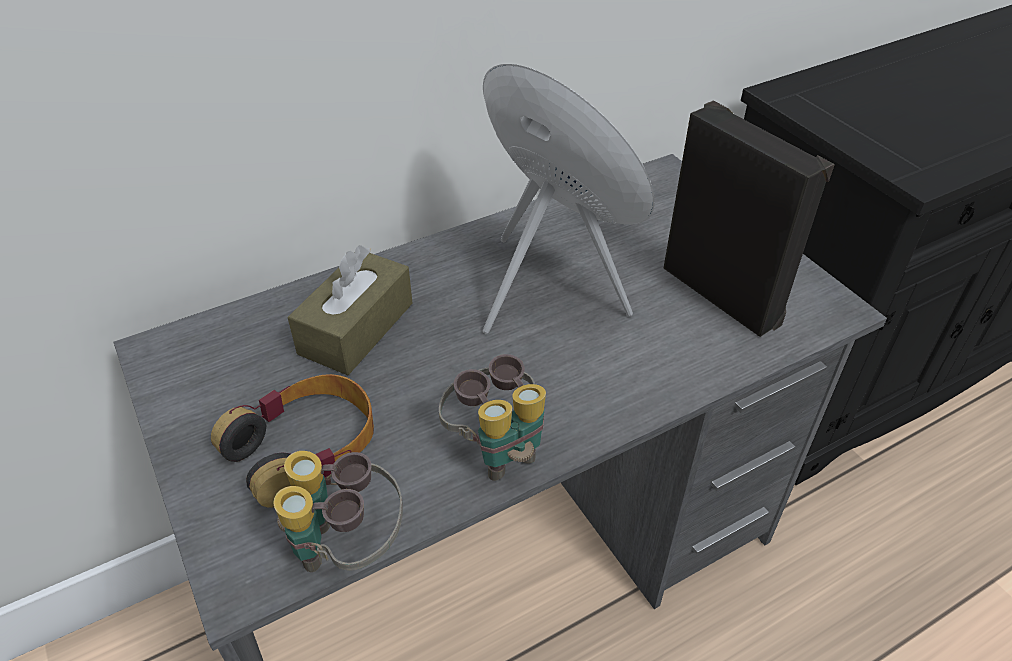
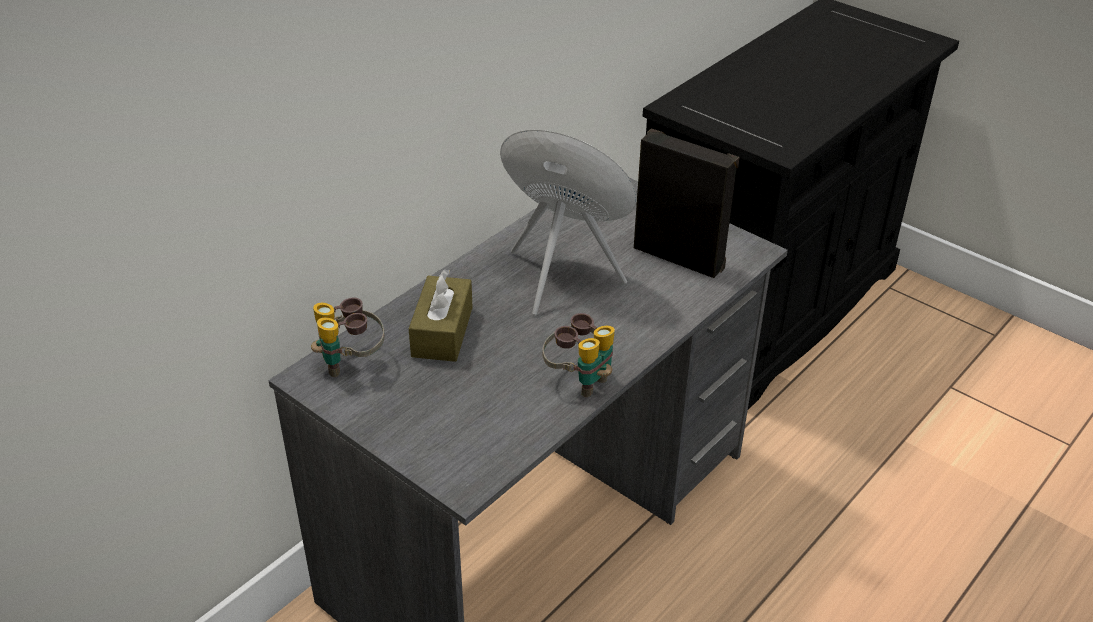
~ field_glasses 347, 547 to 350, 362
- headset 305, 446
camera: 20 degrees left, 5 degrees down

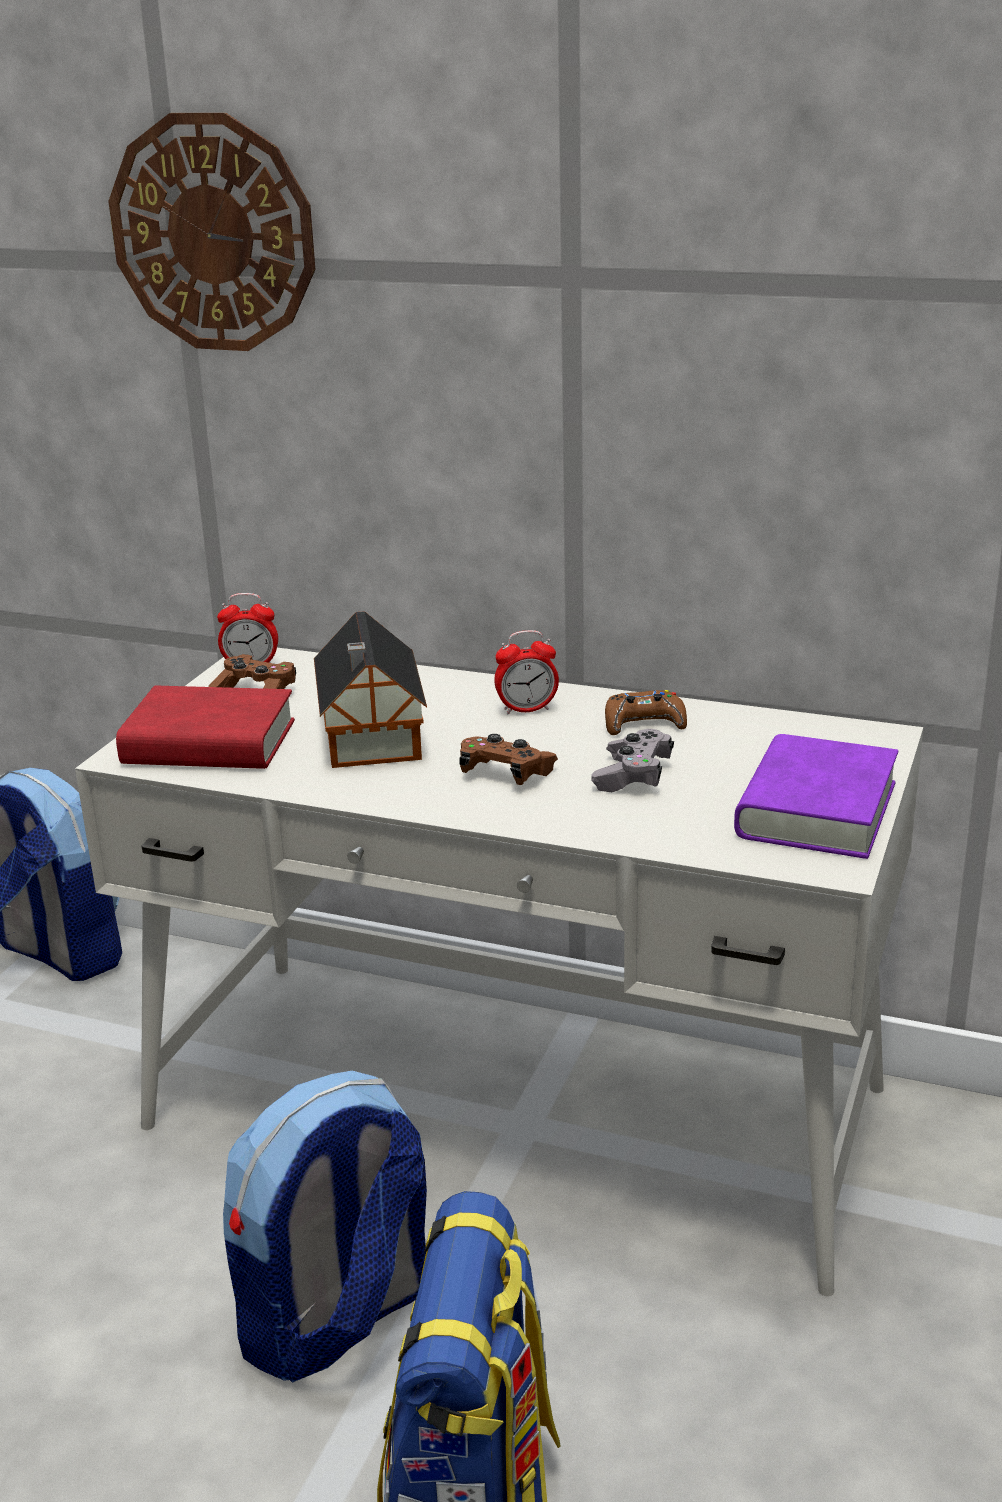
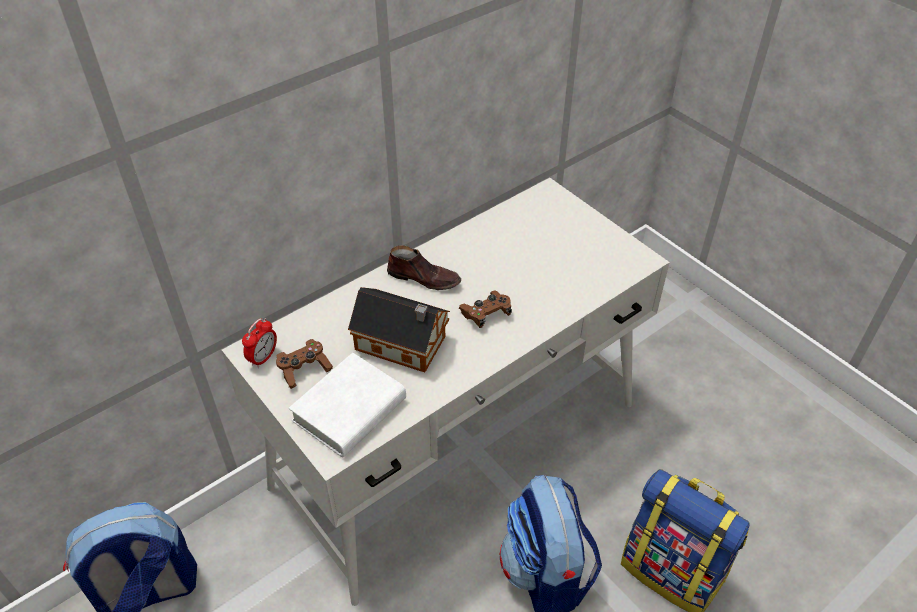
~ red_book 209, 743 to white-coloured_book 349, 410
~ table_clock 527, 709 to brown-coloured_low_shoe 424, 278
- wall_clock 213, 234
- gray_joypad 633, 776
- brown-coloured_joypad 643, 723
- purple-coloured_book 816, 810
camera: 60 degrees left, 20 degrees up

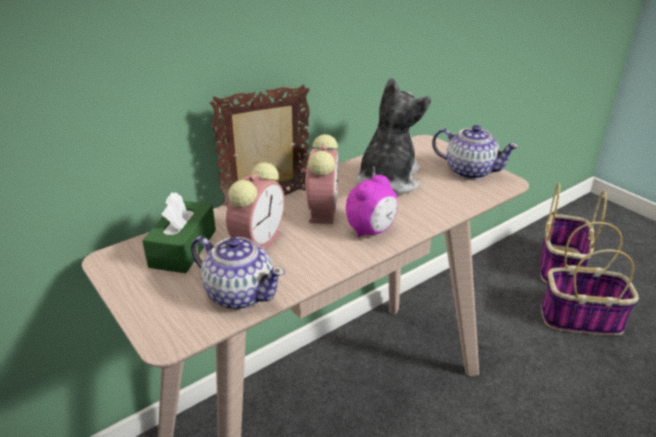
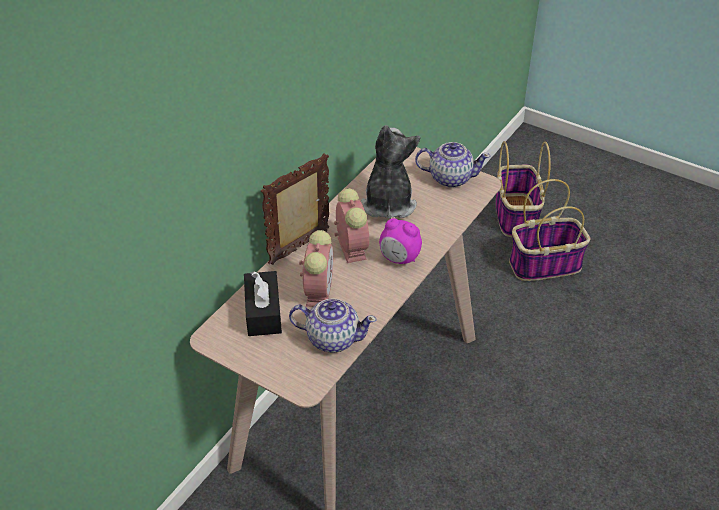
~ green_tissue_box 183, 248 to black_tissue_box 263, 312
~ table_clock 371, 231 = 399, 259 90 degrees clockwise
camera: 20 degrees left, 10 degrees up

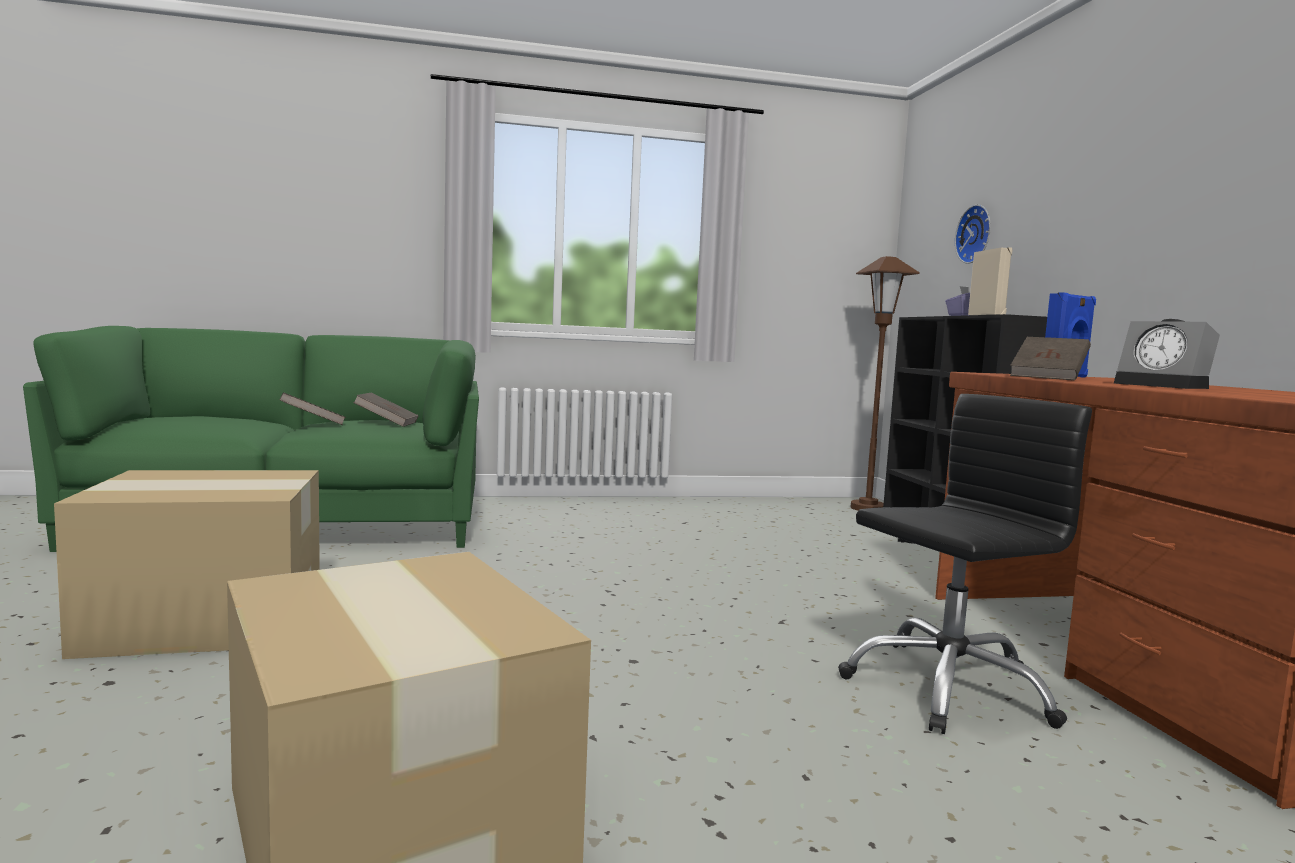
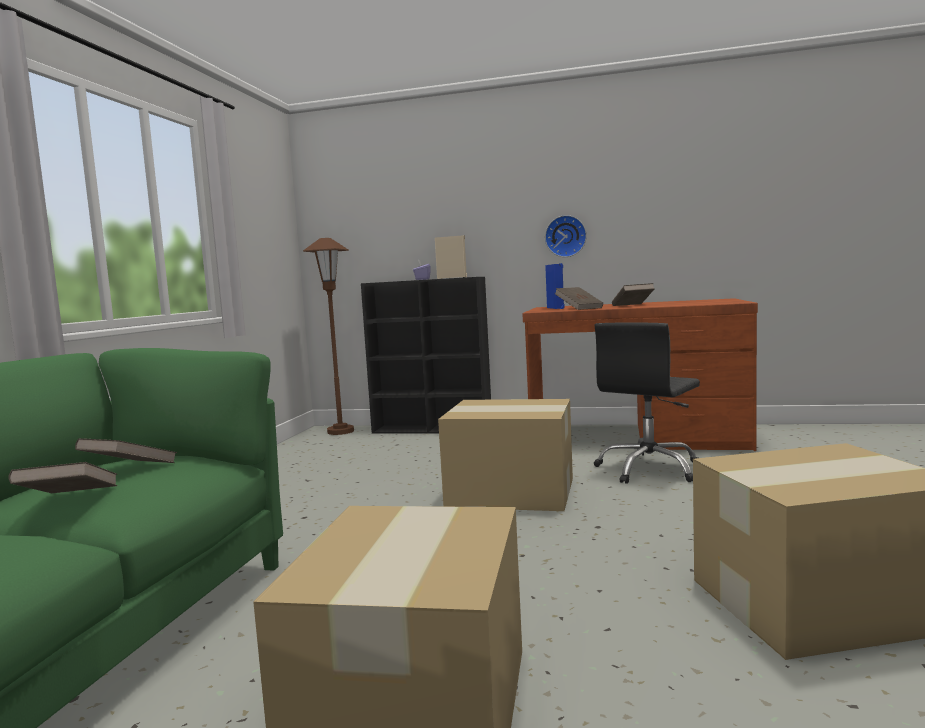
+ carton 509, 492
~ wall_clock 976, 234 to 565, 236
~ black_office_chair 947, 687 = 649, 469 135 degrees counterclockwise
~ table_clock 1165, 386 to brown-coloured_book 632, 305
camera: 65 degrees left, 0 degrees up

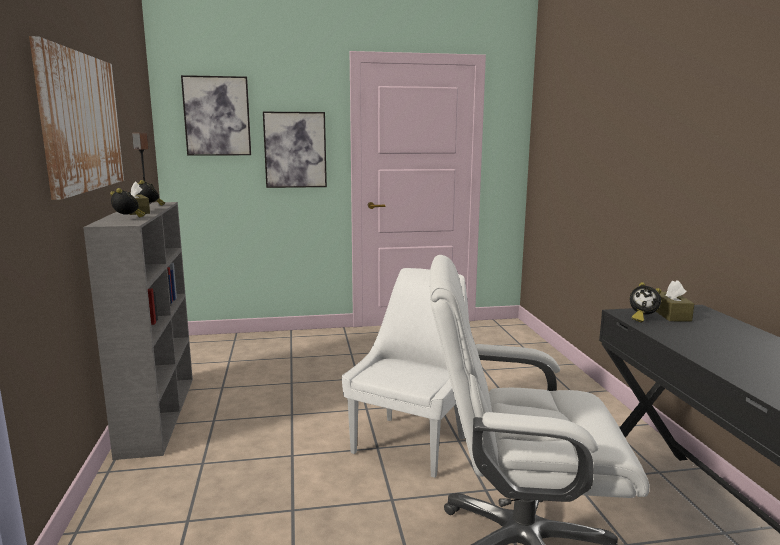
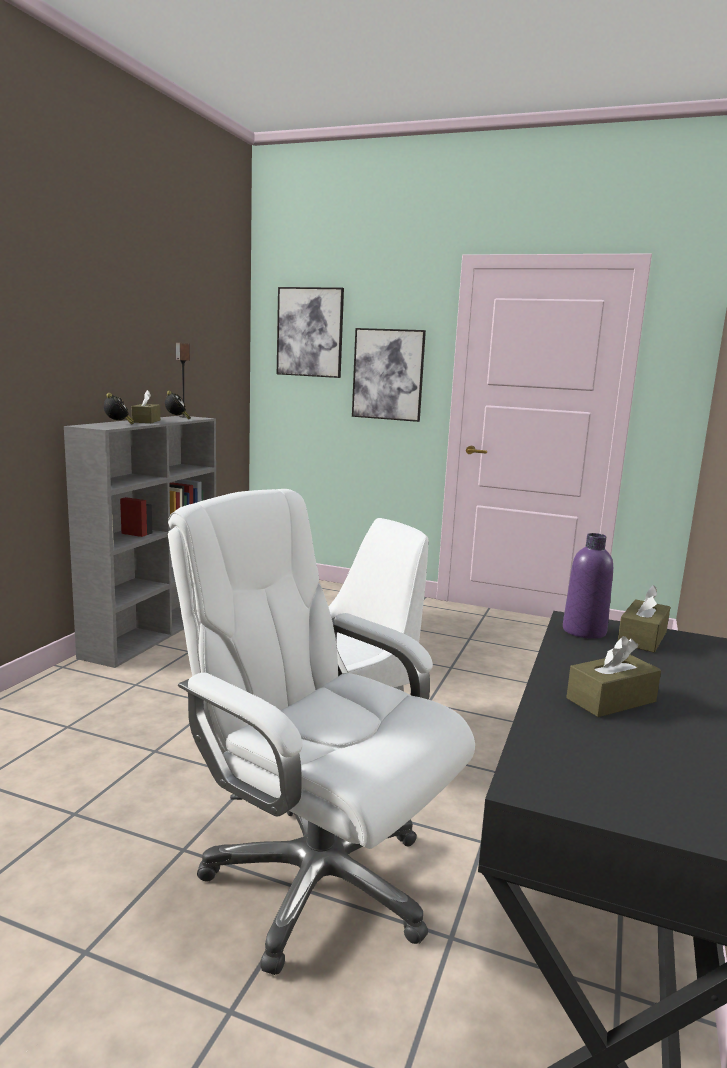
~ table_clock 641, 318 to purple-coloured_bottle 584, 631
+ brown-coloured_tissue_box 611, 700
- picture 81, 122
camera: 30 degrees right, 0 degrees up

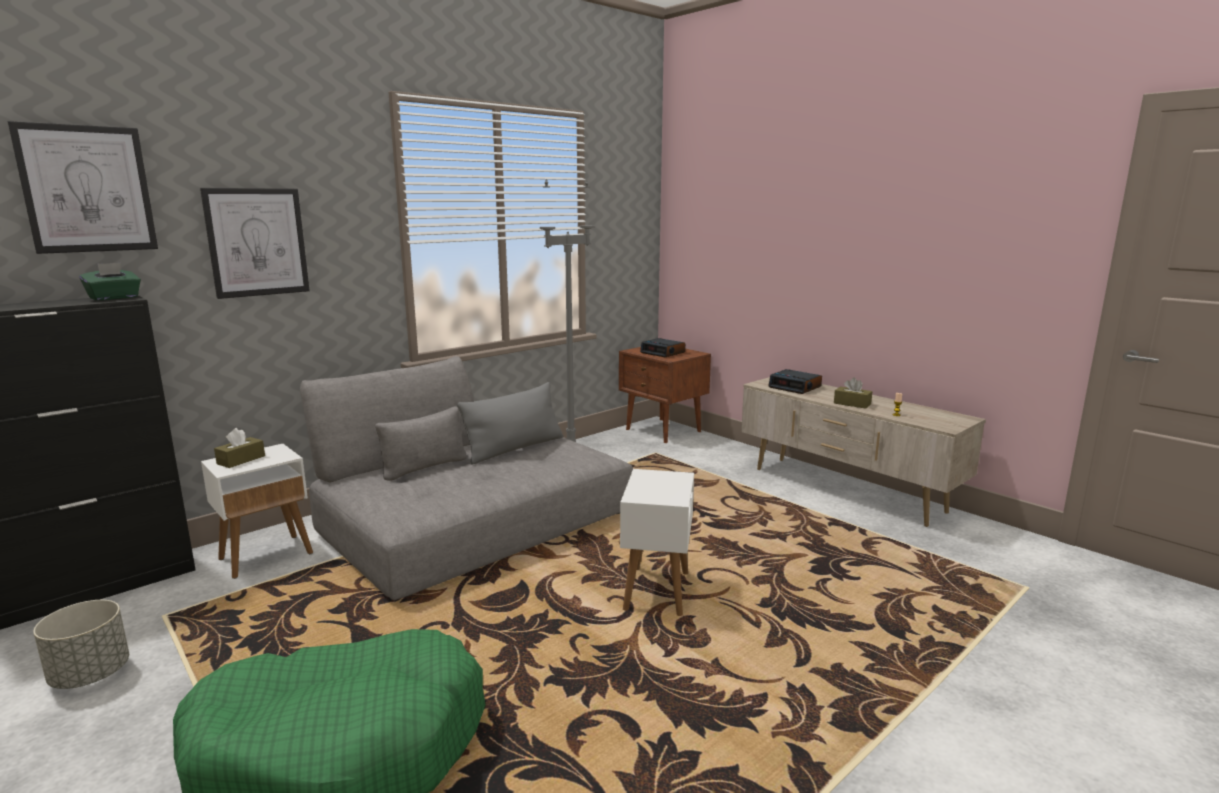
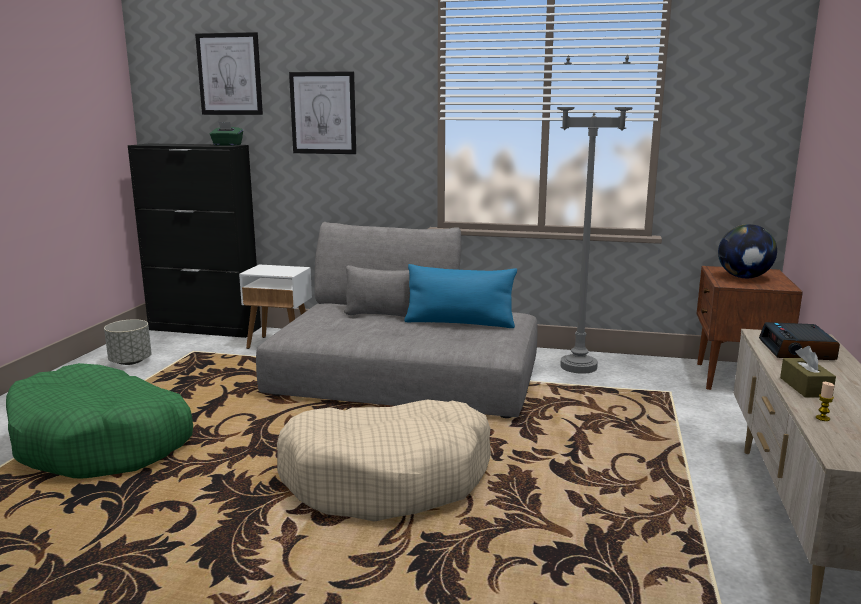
~ white-coloured_end_table 656, 592 to beige-coloured_dog_bed 388, 478
~ gray_cushion 515, 448 to blue-coloured_cushion 459, 323
~ table_clock 663, 352 to desk_globe 744, 277
- brown-coloured_tissue_box 241, 460
camera: 55 degrees right, 0 degrees up

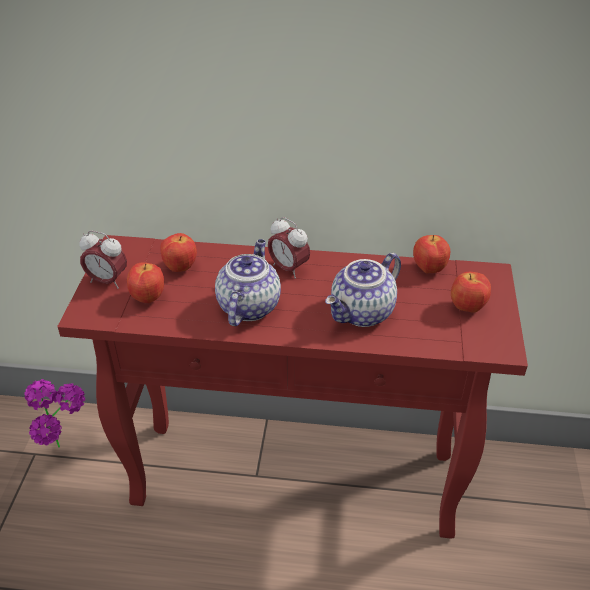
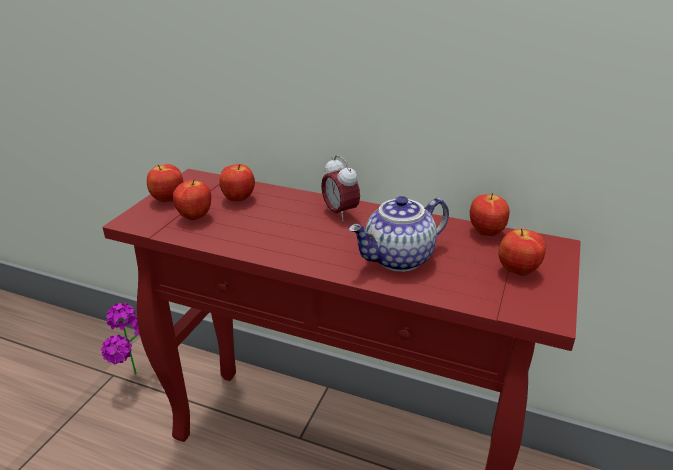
~ table_clock 107, 281 to apple_fruit 168, 200
- tea_pot 248, 306
camera: 15 degrees right, 10 degrees down

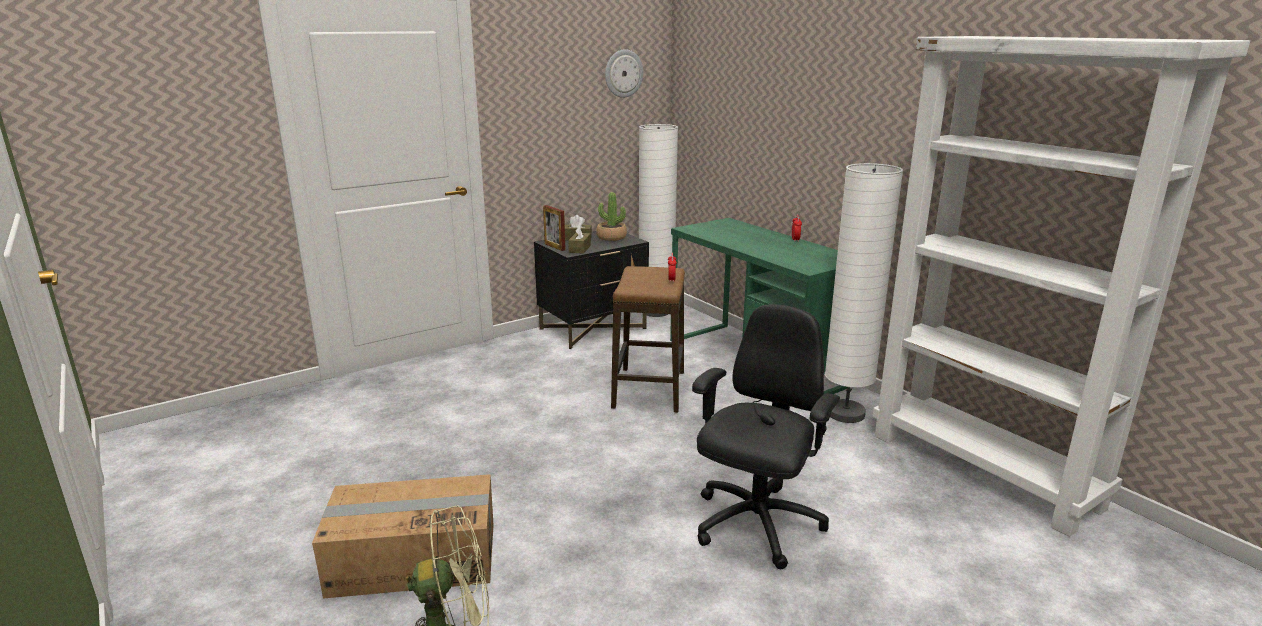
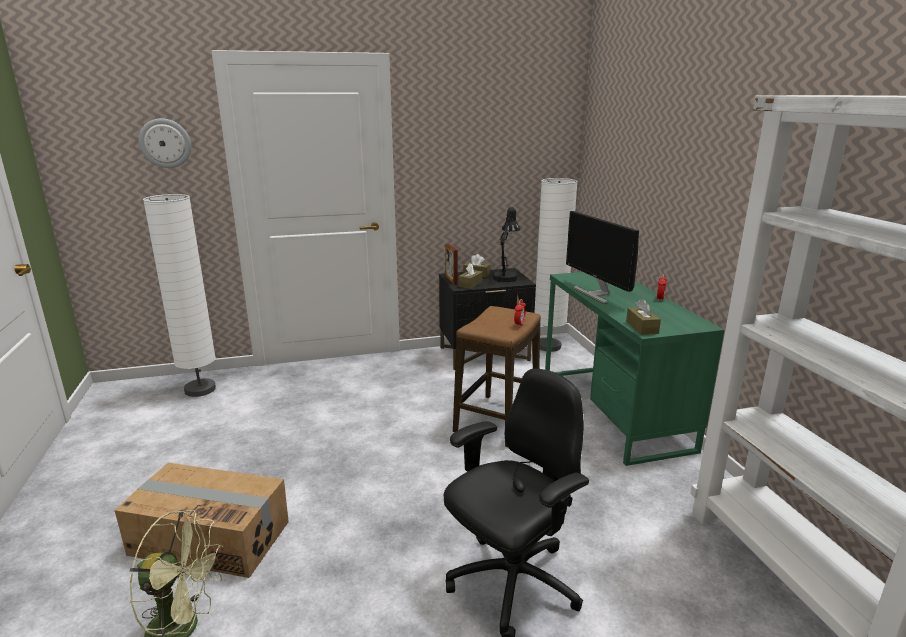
~ wall_clock 623, 73 to 165, 143
~ white-coloured_floor_lamp 845, 413 to 200, 389
~ houseplant 611, 237 to black_lamp_for_a_table 506, 276
+ computer_screen 596, 294
+ brown-coloured_tissue_box 642, 327
camera: 20 degrees right, 0 degrees up

